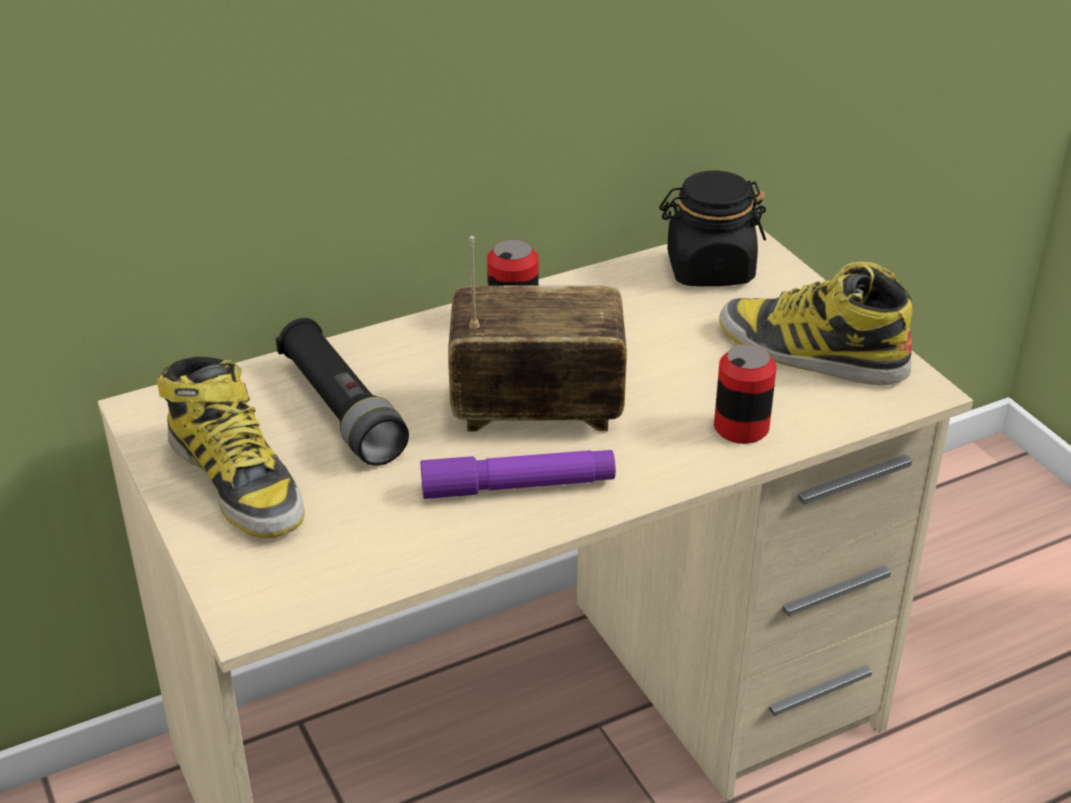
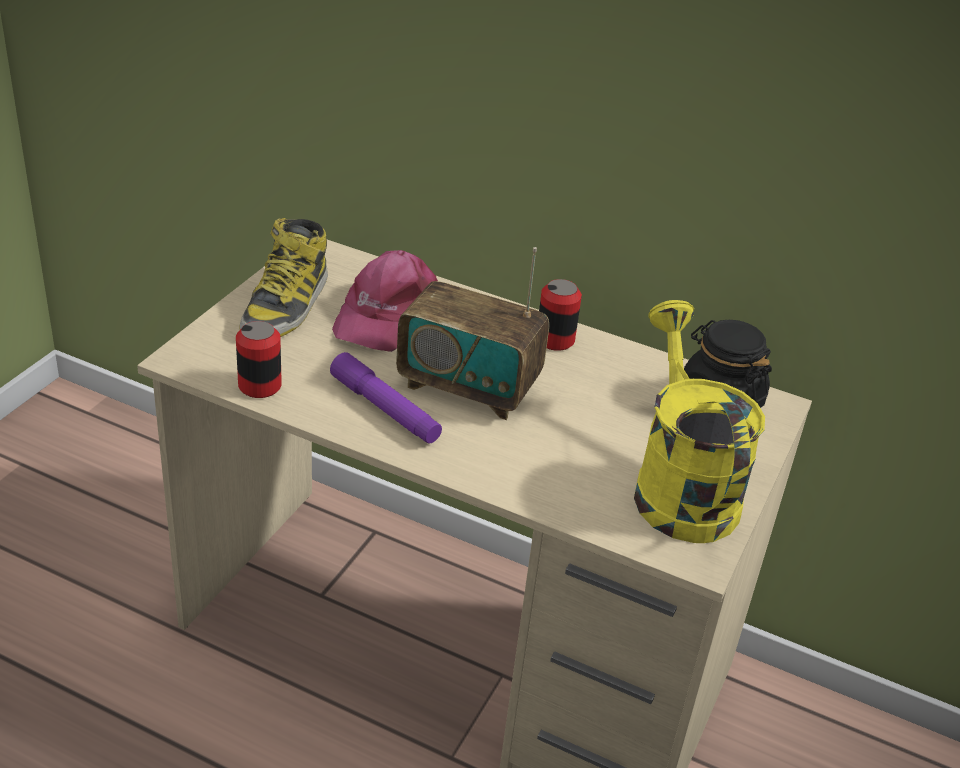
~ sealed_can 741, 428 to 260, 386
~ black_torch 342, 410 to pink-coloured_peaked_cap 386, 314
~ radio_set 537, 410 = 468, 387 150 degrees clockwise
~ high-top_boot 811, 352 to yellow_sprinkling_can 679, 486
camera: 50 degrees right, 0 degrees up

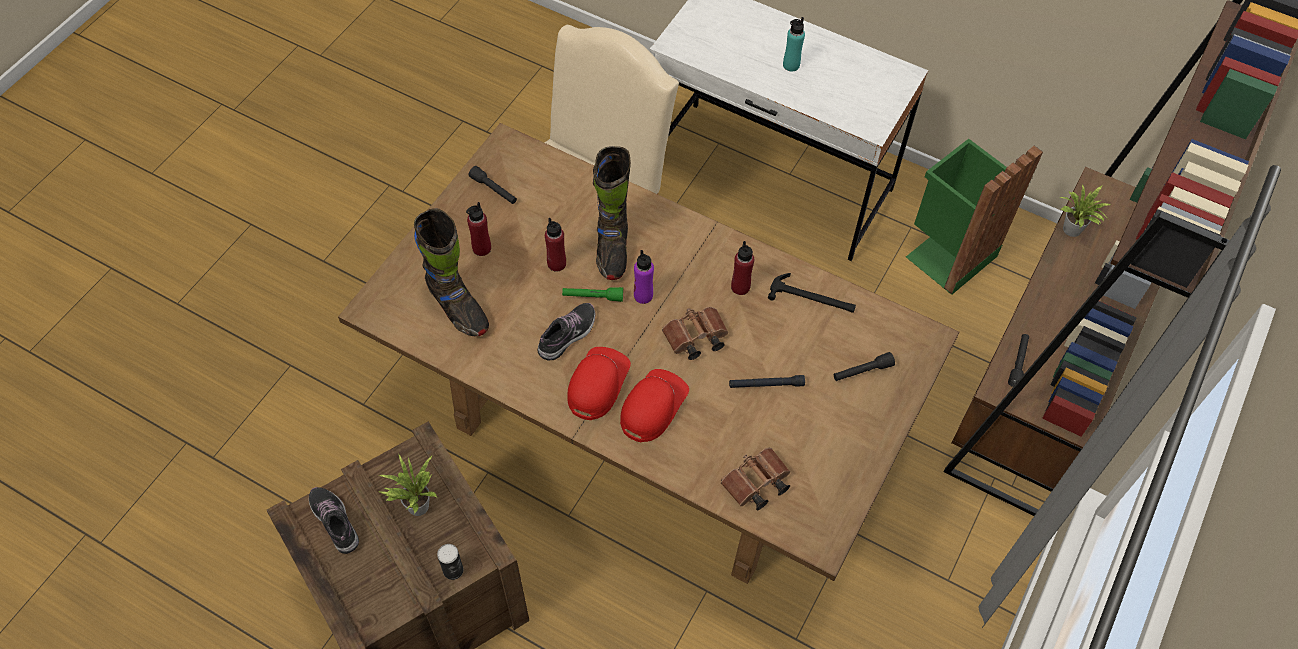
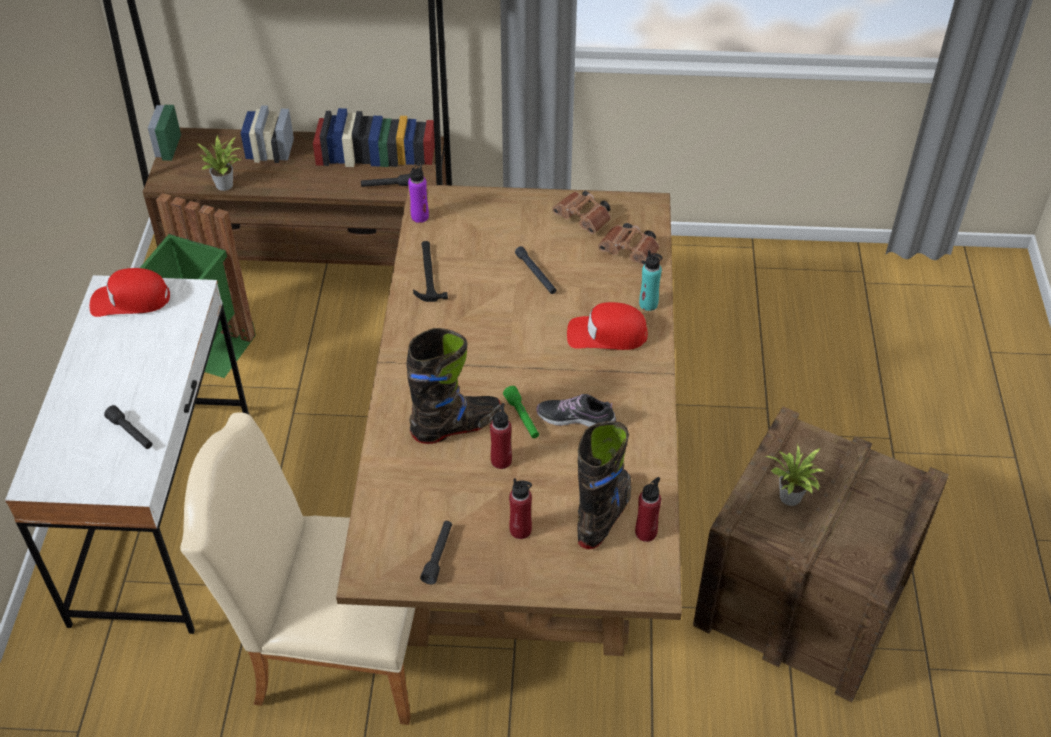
~ red_peaked_cap 597, 384 to 130, 300
~ black_torch 862, 371 to 131, 433
~ purple-coloured_bottle 643, 295 to 420, 216
~ brown-coloured_field_glasses 694, 339 to 584, 220
~ red_bottle 740, 287 to 646, 532
~ blue-green_bottle 791, 65 to 648, 304
- low_shoe 335, 522
- sealed_can 453, 570
camera: 115 degrees left, 10 degrees down

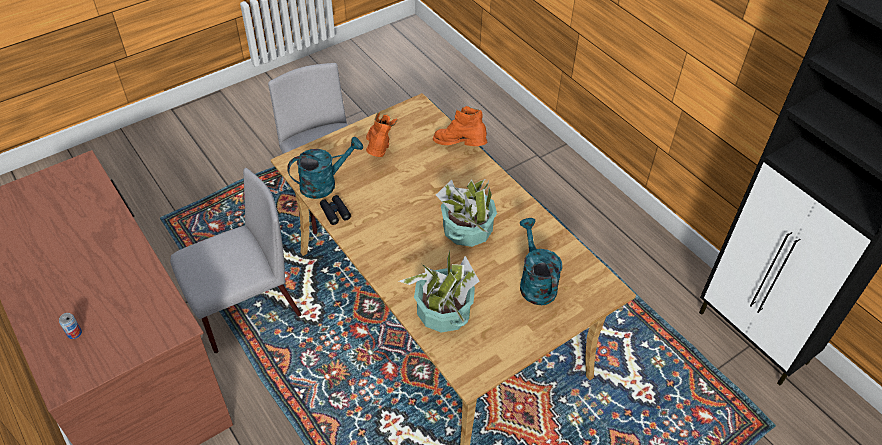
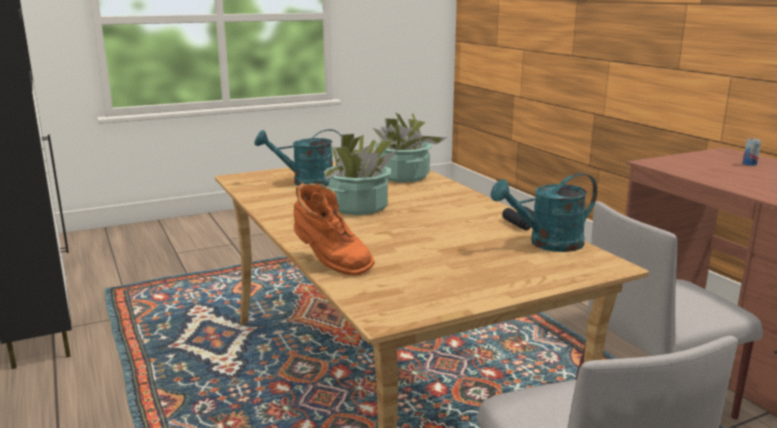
~ blue-green_sprinkling_can 535, 282 = 305, 182 90 degrees clockwise
- orange_high-top_boot 379, 151
camera: 170 degrees left, 30 degrees down

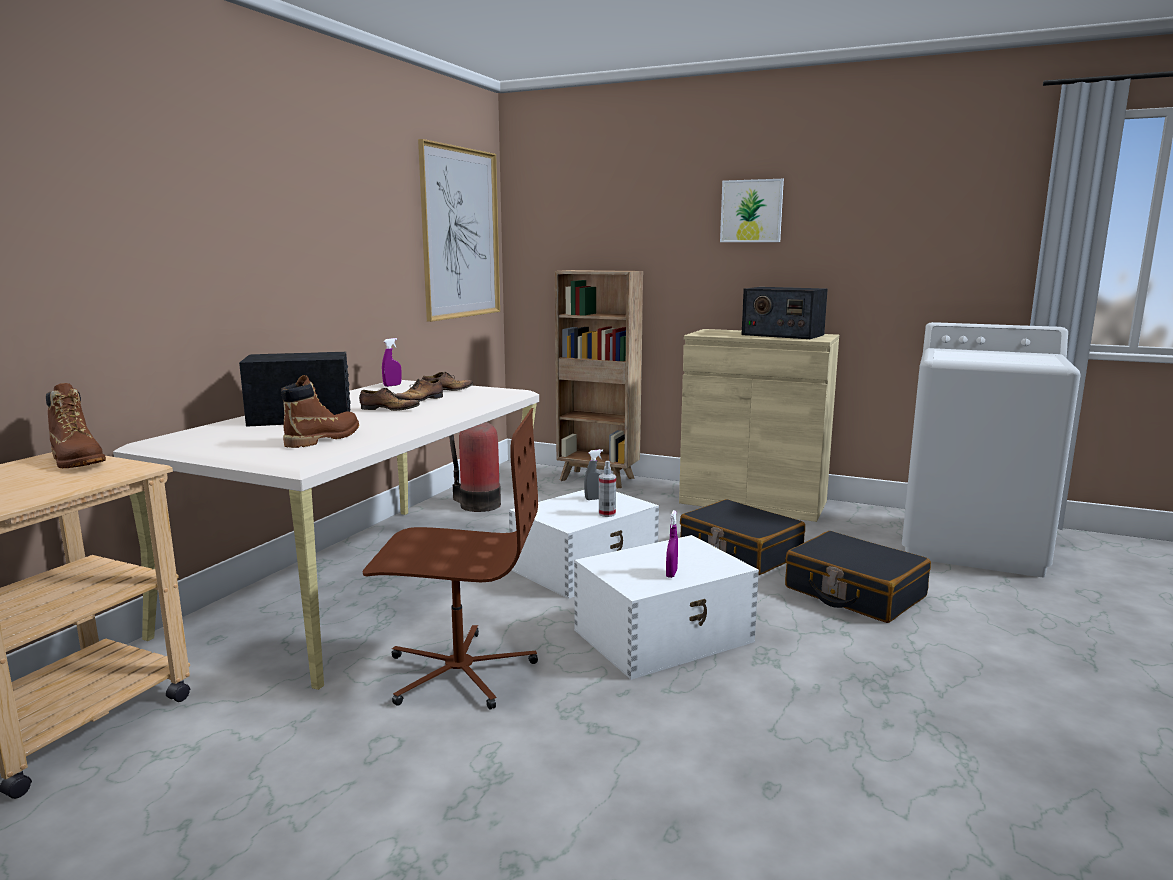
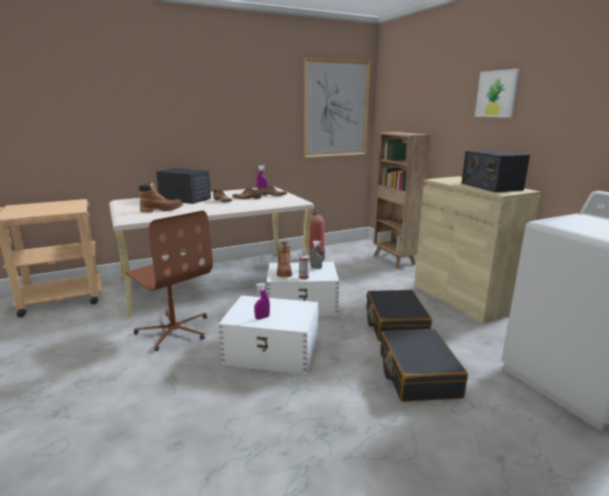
~ brown-coloured_high-top_boot 78, 462 to 284, 272
camera: 40 degrees right, 5 degrees up

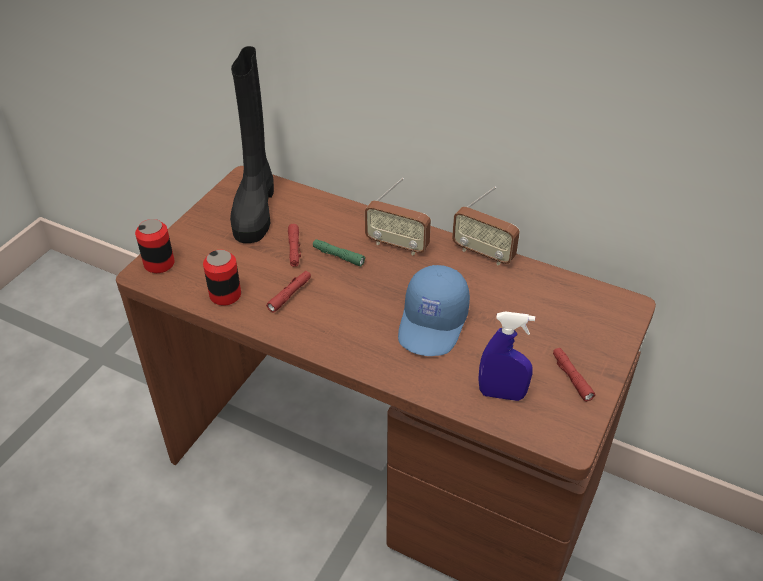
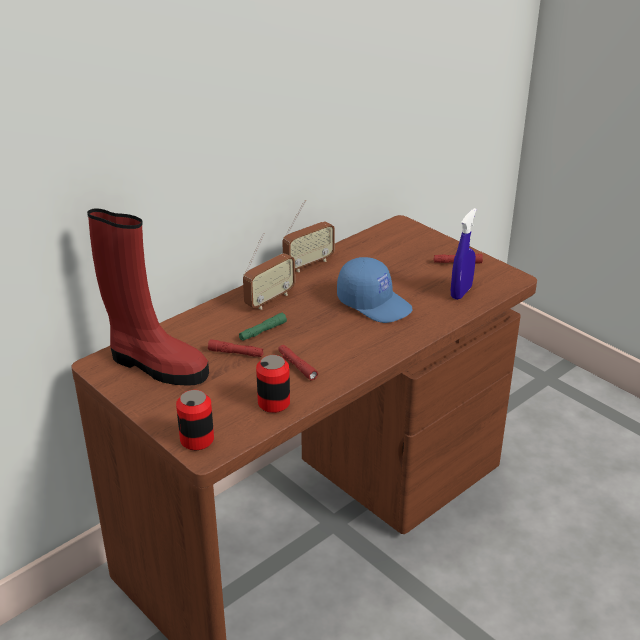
~ black_high-top_boot 255, 209 to red_high-top_boot 156, 365
camera: 70 degrees left, 10 degrees down

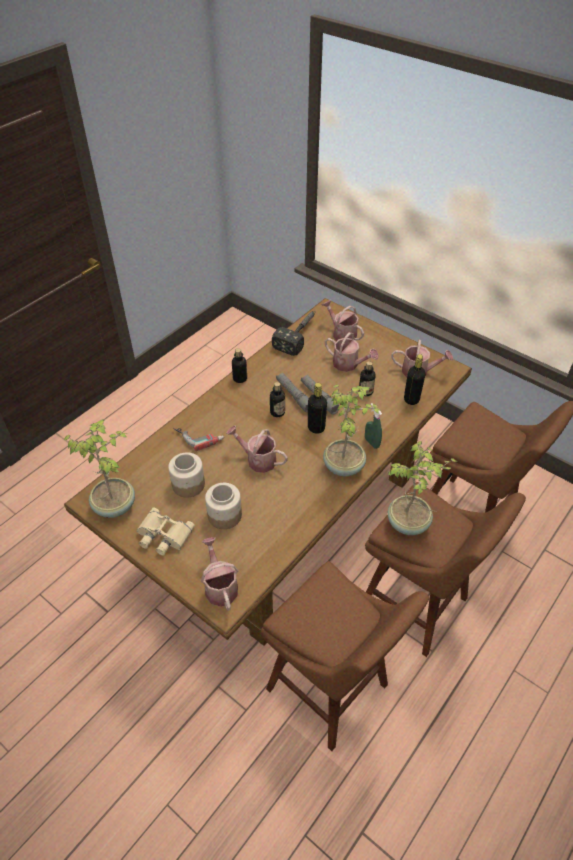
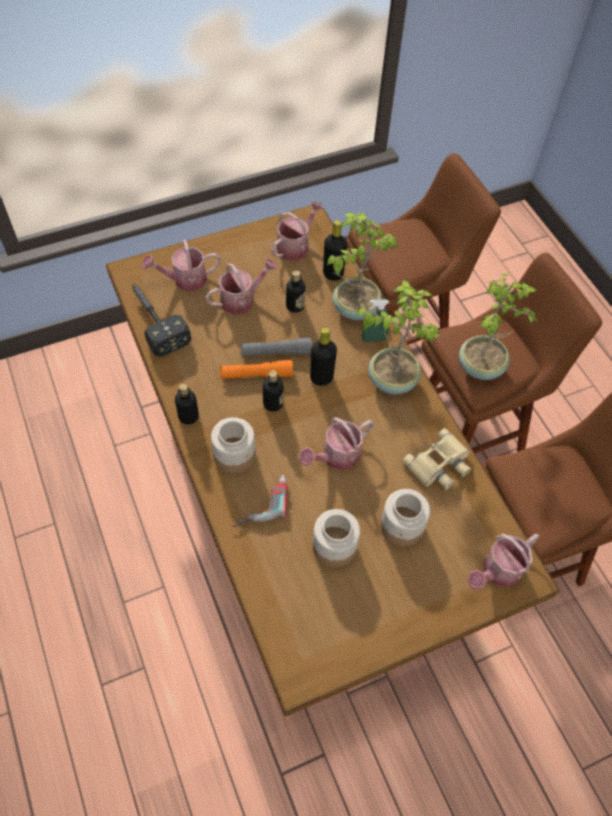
+ storage_jar 235, 455
~ gray_torch 294, 395 to orange_torch 256, 374
~ houseplant 115, 505 to 354, 308
~ beige-coloured_field_glasses 163, 535 to 439, 465
~ sprinkling_can 220, 586 = 498, 571 45 degrees counterclockwise
camera: 65 degrees left, 10 degrees up

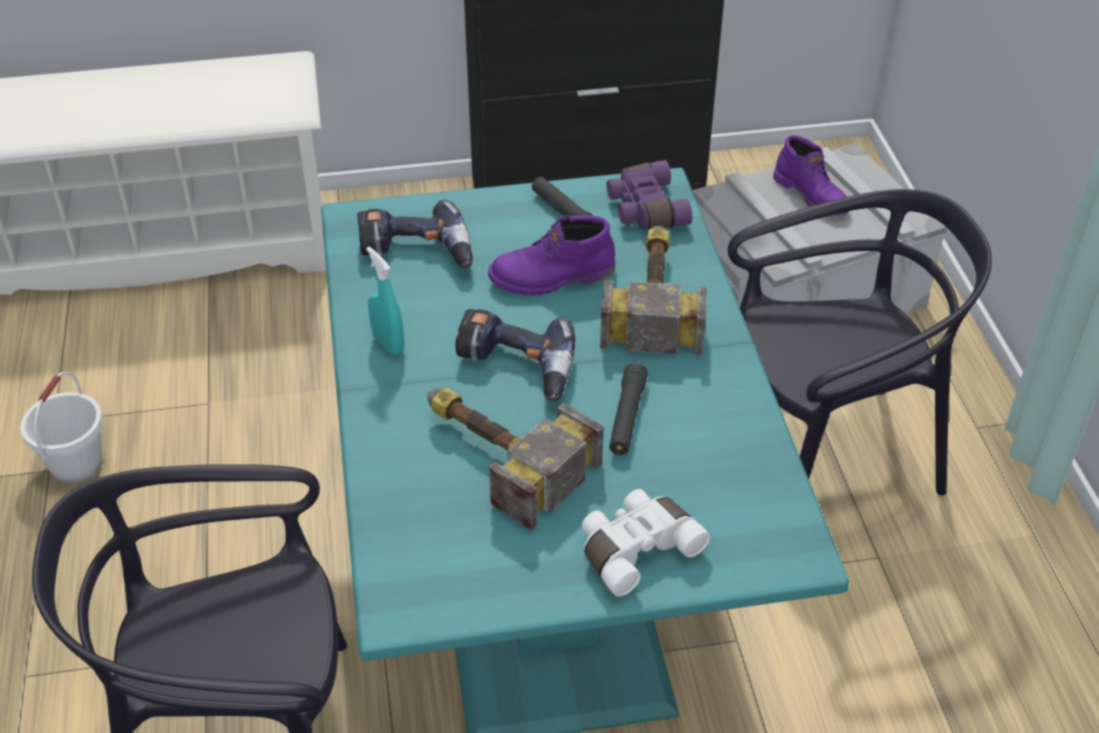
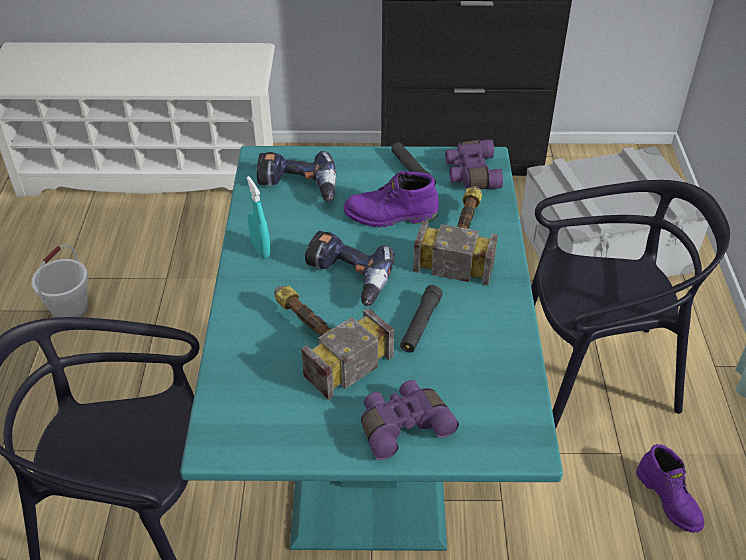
~ white-coloured_field_glasses 636, 548 to purple-coloured_field_glasses 403, 424
~ purple-coloured_high-top_boot 811, 195 to 669, 499
camera: 10 degrees right, 0 degrees up

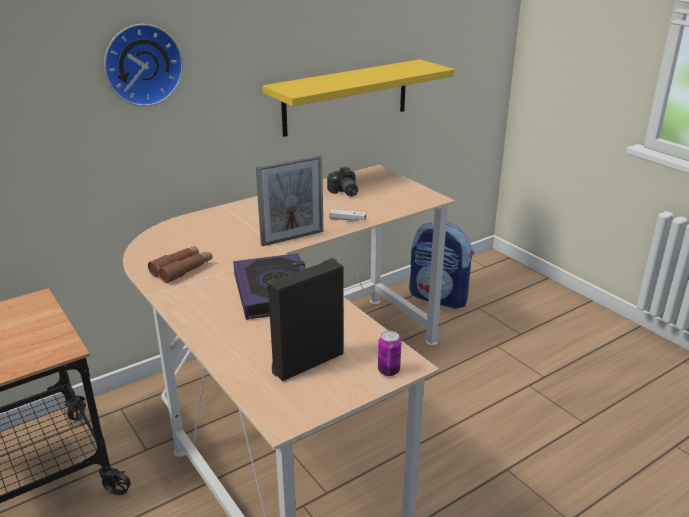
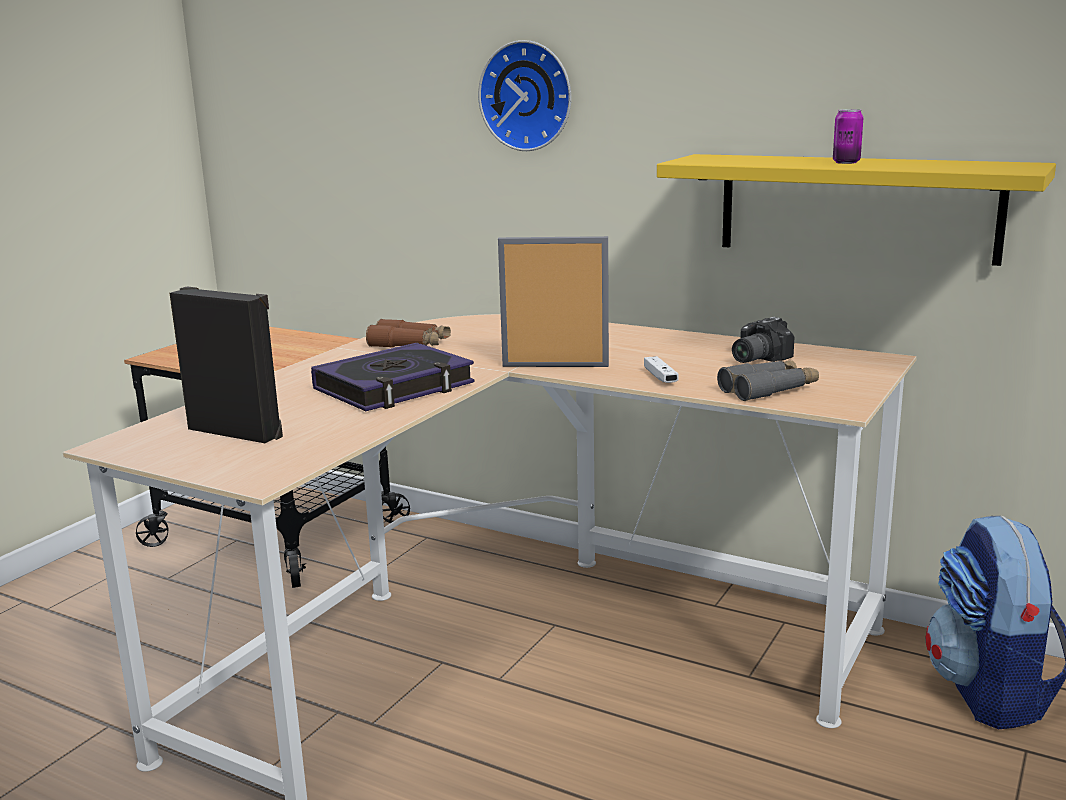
~ photo_frame 292, 238 = 555, 366 150 degrees clockwise
+ gray_field_glasses 768, 390
~ sealed_can 388, 371 to 846, 162
camera: 65 degrees right, 10 degrees down

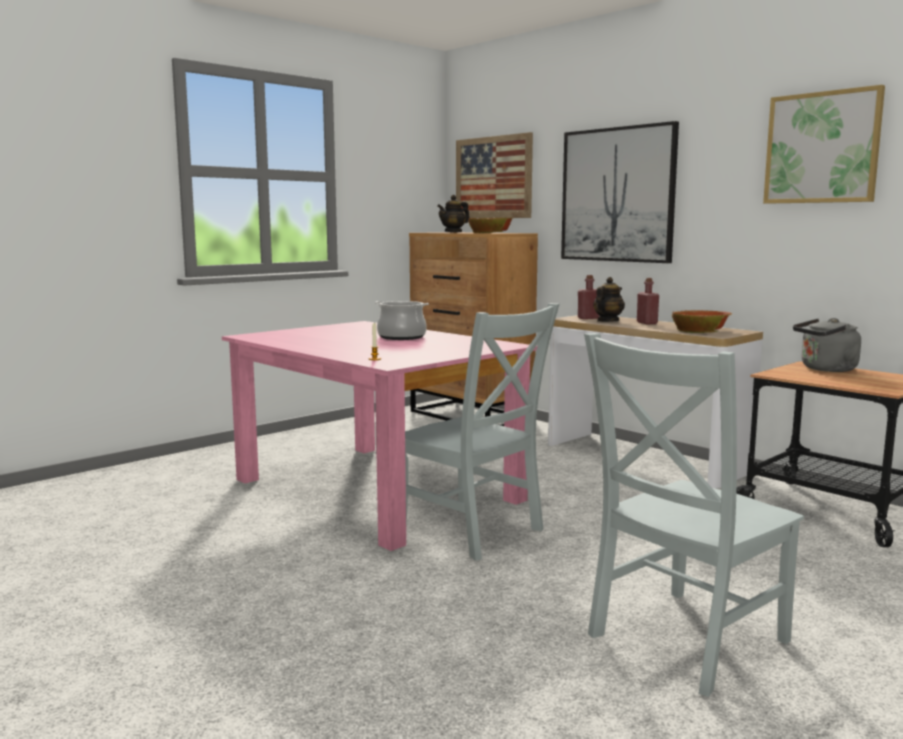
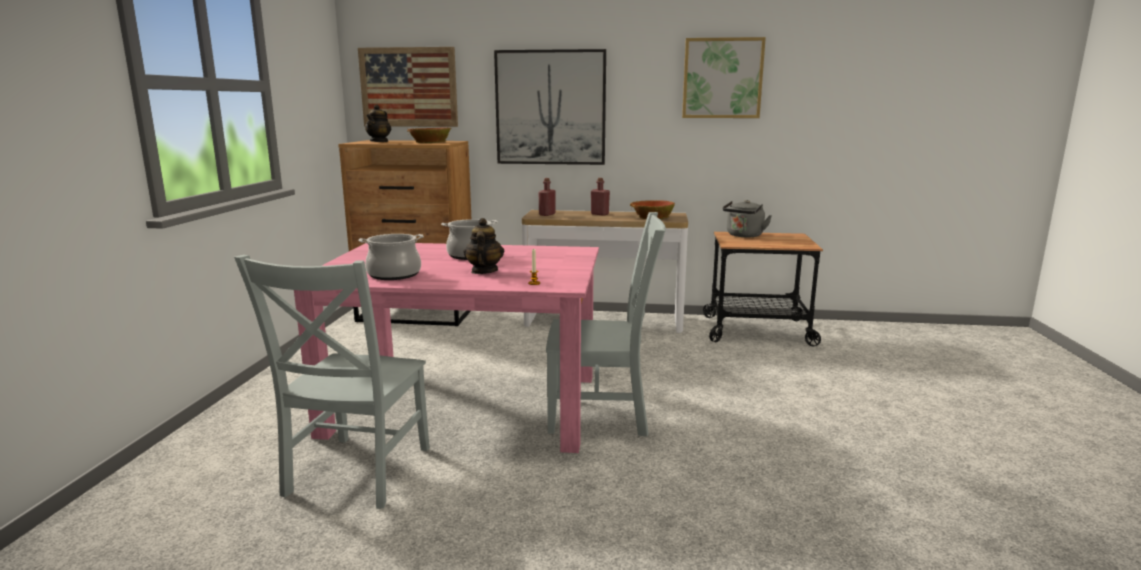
~ gray_chair 682, 640 to 355, 474
+ saucepot 394, 274
~ tea_pot 607, 321 to 484, 271
camera: 40 degrees left, 5 degrees up

